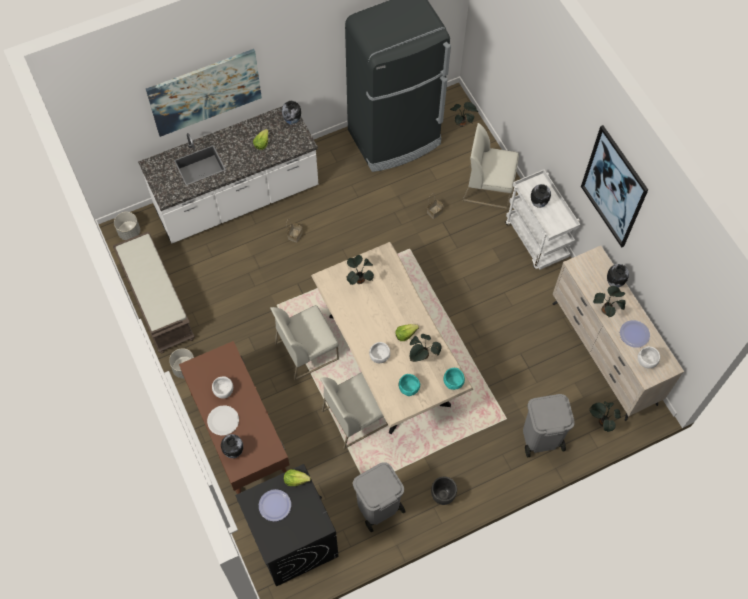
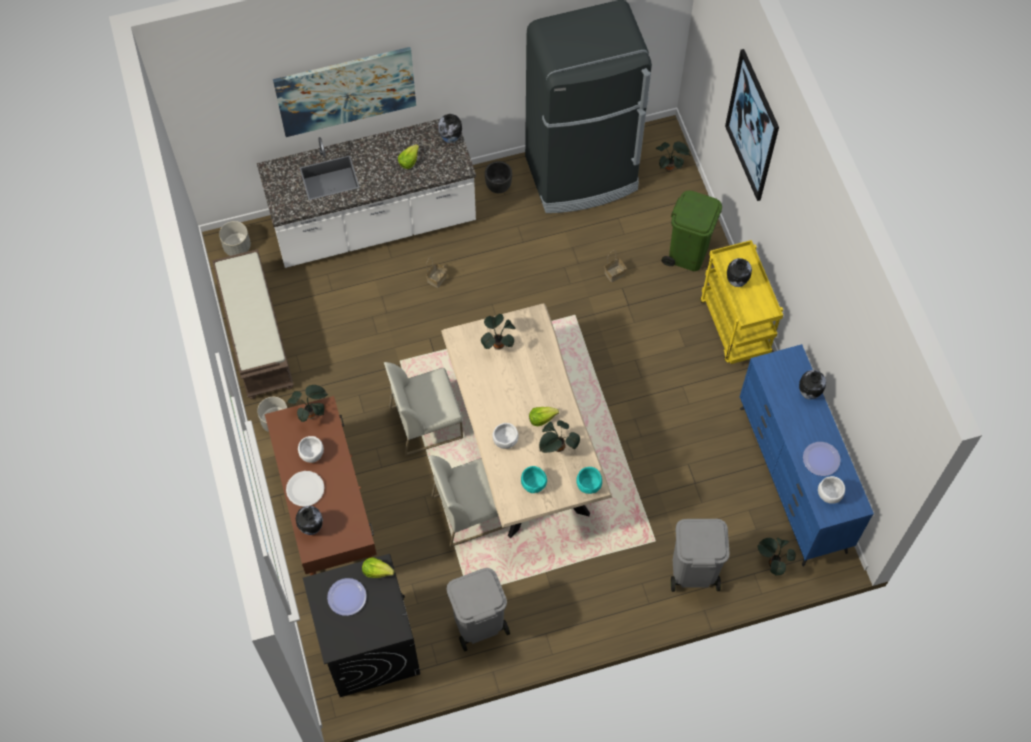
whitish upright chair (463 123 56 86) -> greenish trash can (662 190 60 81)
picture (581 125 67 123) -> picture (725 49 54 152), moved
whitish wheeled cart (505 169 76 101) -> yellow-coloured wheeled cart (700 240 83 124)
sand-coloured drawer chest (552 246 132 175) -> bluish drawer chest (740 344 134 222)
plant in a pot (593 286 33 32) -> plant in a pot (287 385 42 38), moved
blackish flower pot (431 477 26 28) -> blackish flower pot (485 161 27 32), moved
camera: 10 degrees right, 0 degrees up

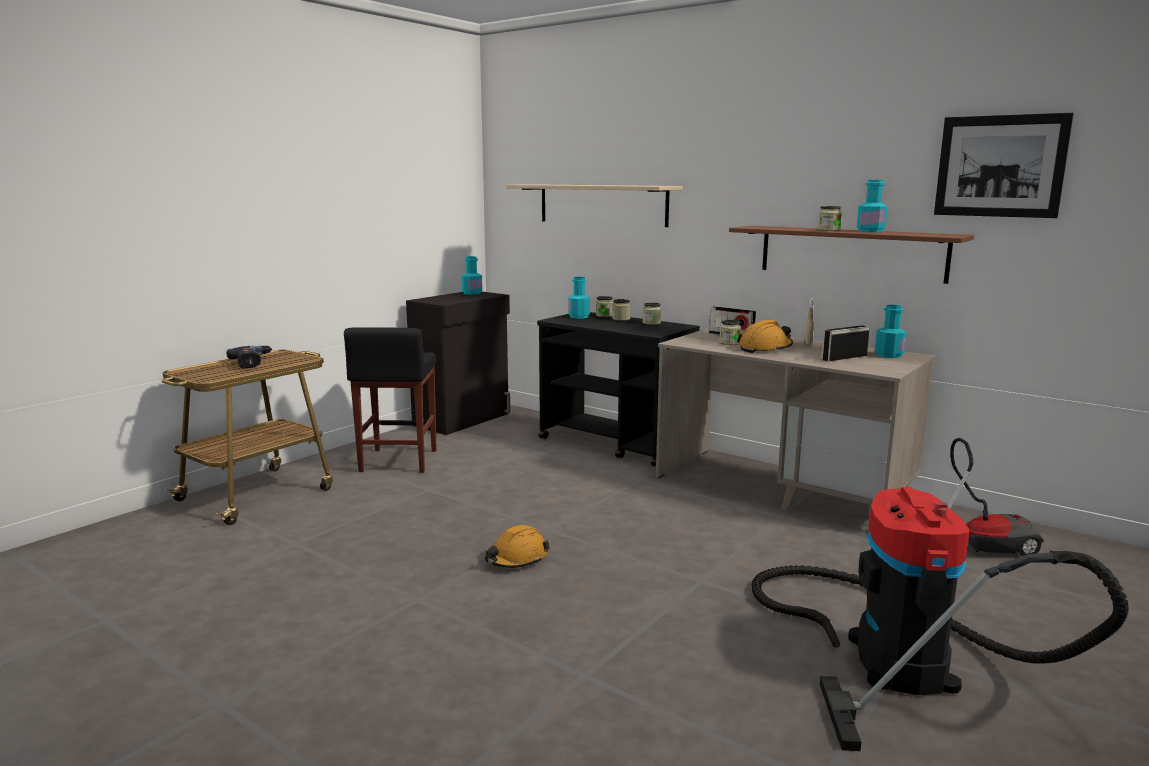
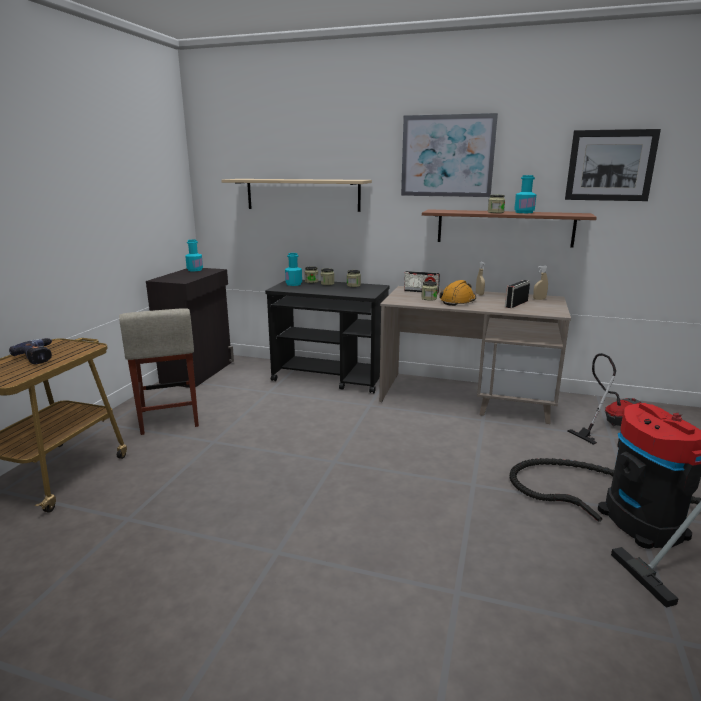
turquoise drink bottle (875 305 32 53) -> sand-coloured sprayer (533 266 15 34)
blackish stool (344 327 93 146) -> sand-coloured stool (119 308 80 127)
orange-coloured hard hat (485 525 65 43) -> none
none -> picture (401 113 97 84)
camera: 20 degrees left, 5 degrees up

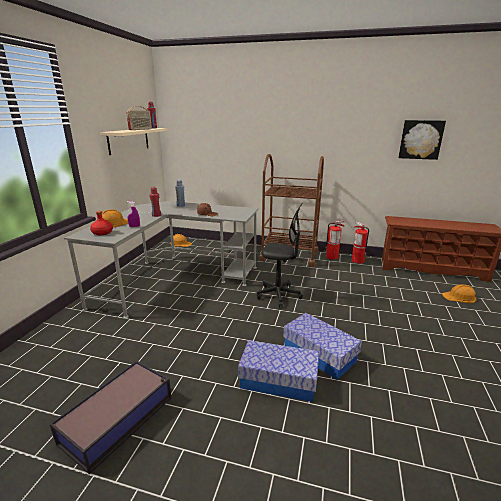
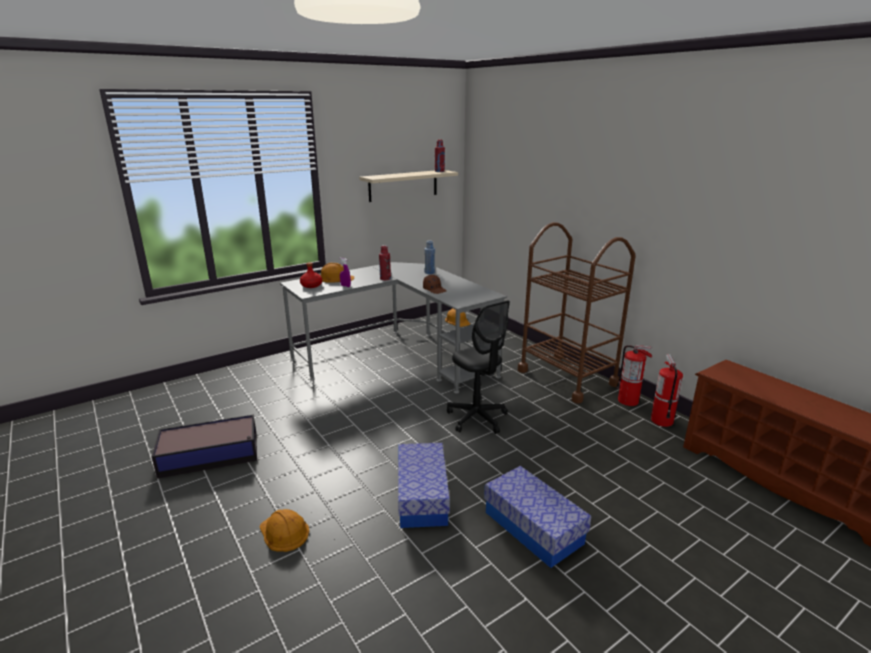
radio receiver (126 106 26 24) -> none
picture (398 120 48 40) -> none
orange-coloured hard hat (442 285 34 18) -> orange-coloured hard hat (259 509 50 43), moved
storage box (238 340 81 62) -> storage box (484 466 107 102), moved
camera: 40 degrees right, 0 degrees up

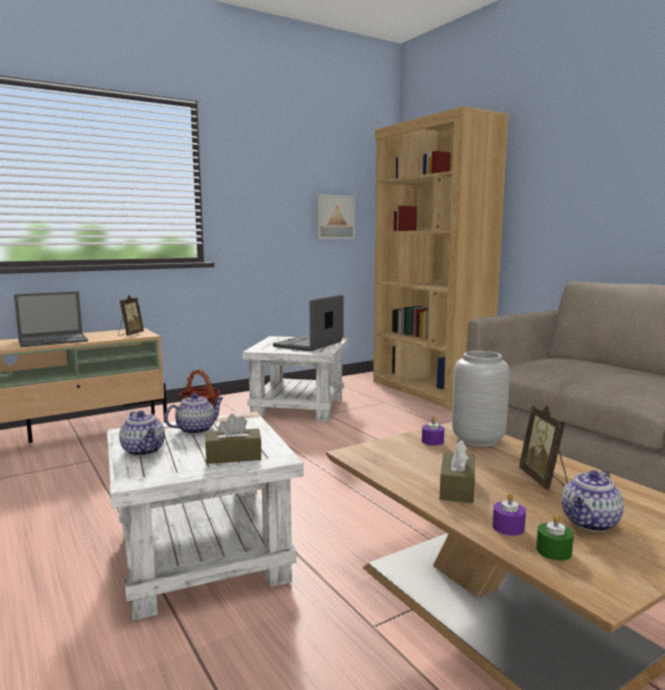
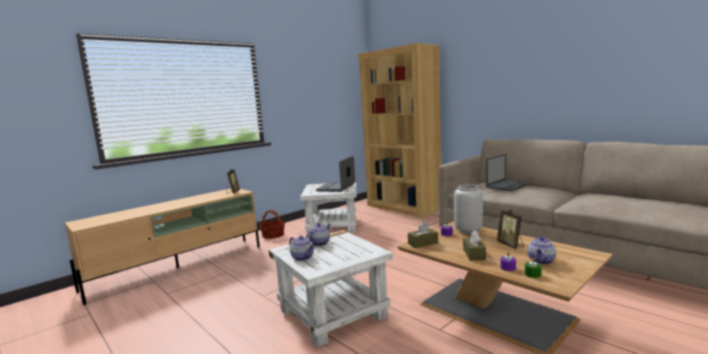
picture (316 194 39 45) -> none
portable computer (14 291 74 56) -> portable computer (486 154 45 37), moved
brown box of tissues (205 414 57 50) -> brown box of tissues (408 222 30 26), moved
camera: 10 degrees left, 0 degrees up

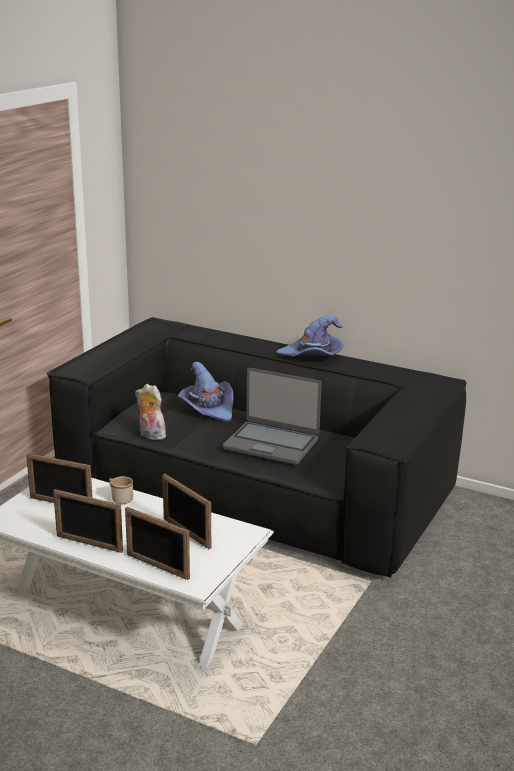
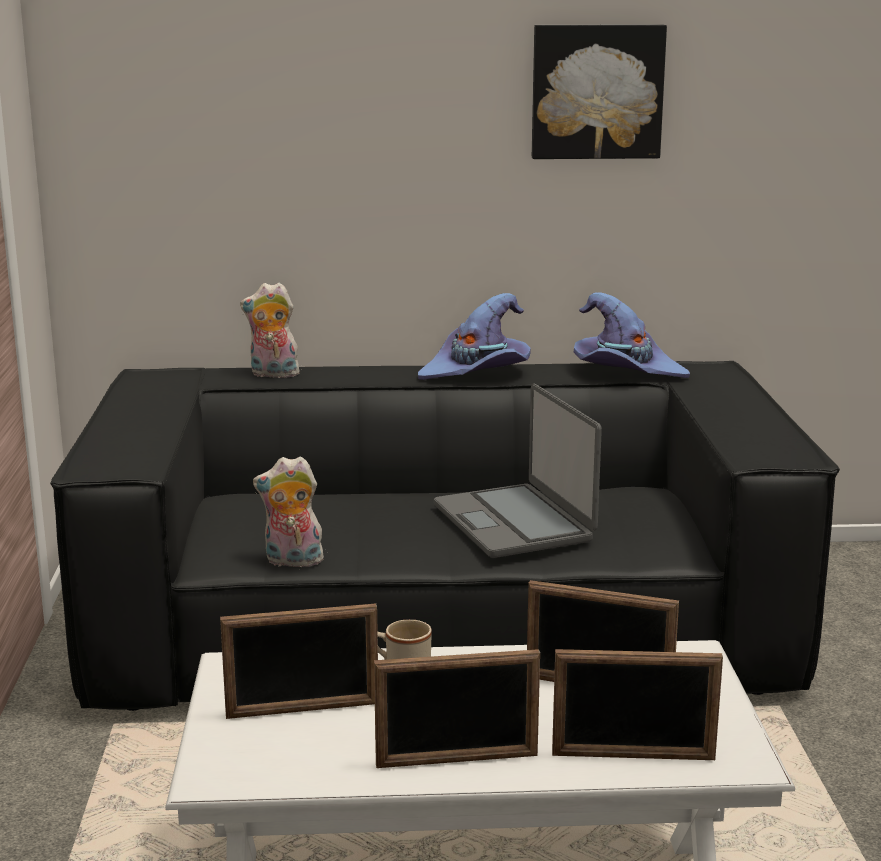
purple-coloured hat (177 362 57 60) -> purple-coloured hat (574 293 116 85), moved
portable computer (223 368 99 97) -> portable computer (434 384 168 174), 75 degrees clockwise
none -> picture (532 24 135 135)
none -> soft toy (240 283 60 95)
camera: 30 degrees left, 5 degrees down

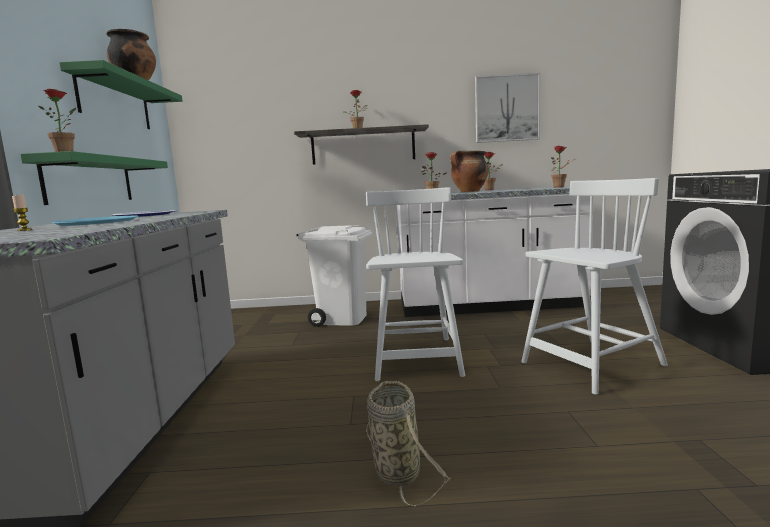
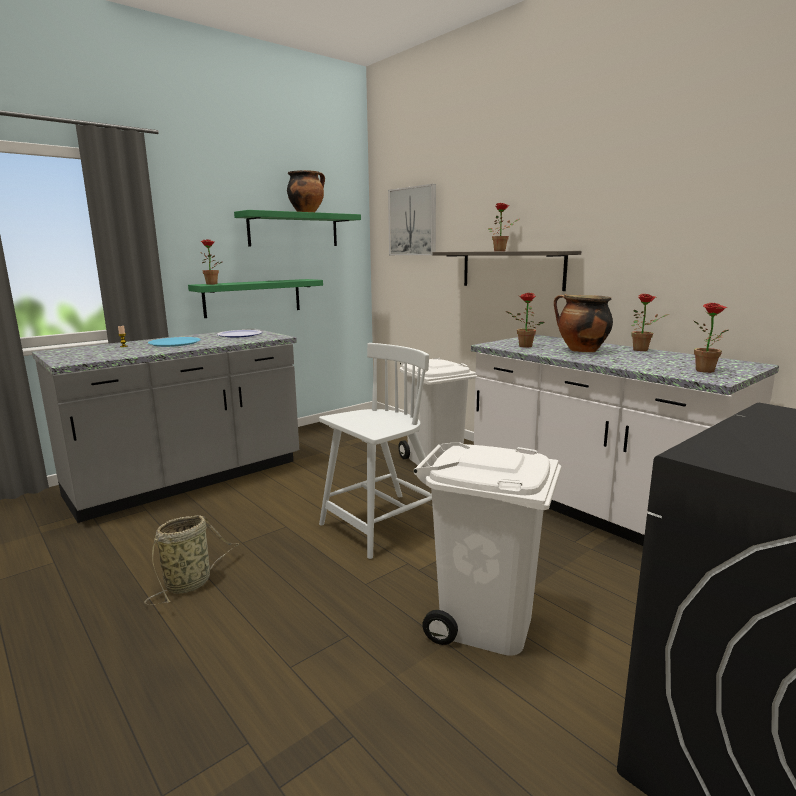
picture (475 73 65 70) -> picture (388 184 48 71), moved
whitish upright chair (521 178 147 217) -> whitish trash can (413 442 148 214)
camera: 50 degrees right, 5 degrees up

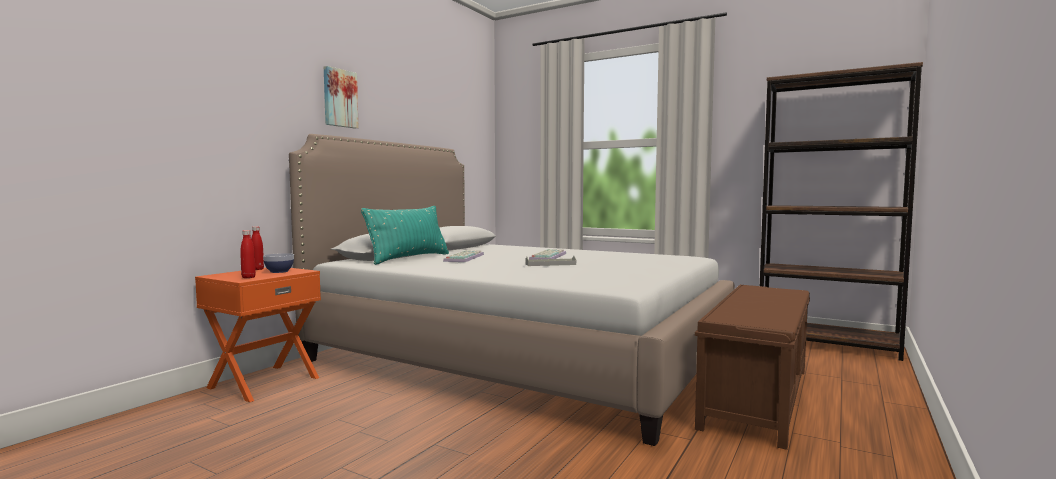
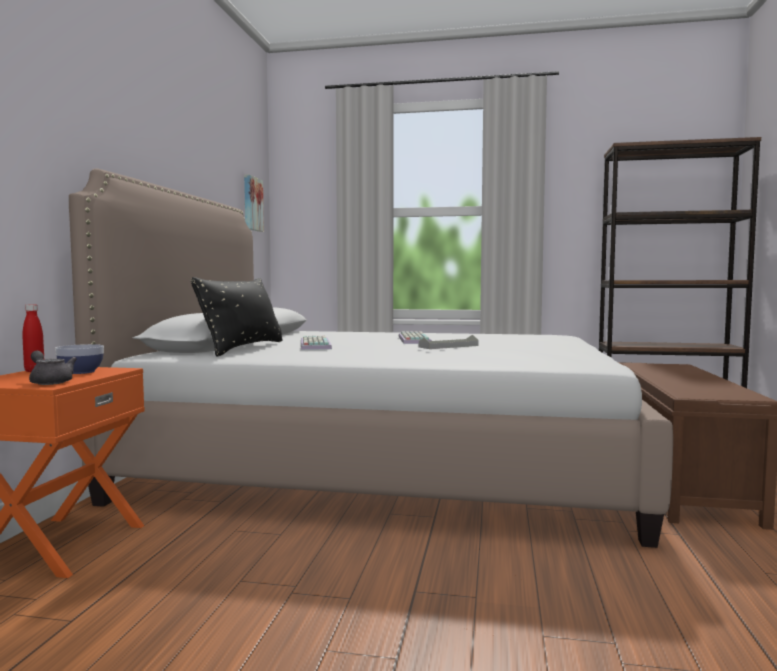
picture (324 66 35 62) -> picture (244 174 20 58), moved
turquoise cushion (361 206 88 59) -> blackish cushion (191 277 91 79)
red drink bottle (240 230 16 48) -> grey tea pot (29 350 48 35)
camera: 20 degrees left, 0 degrees up

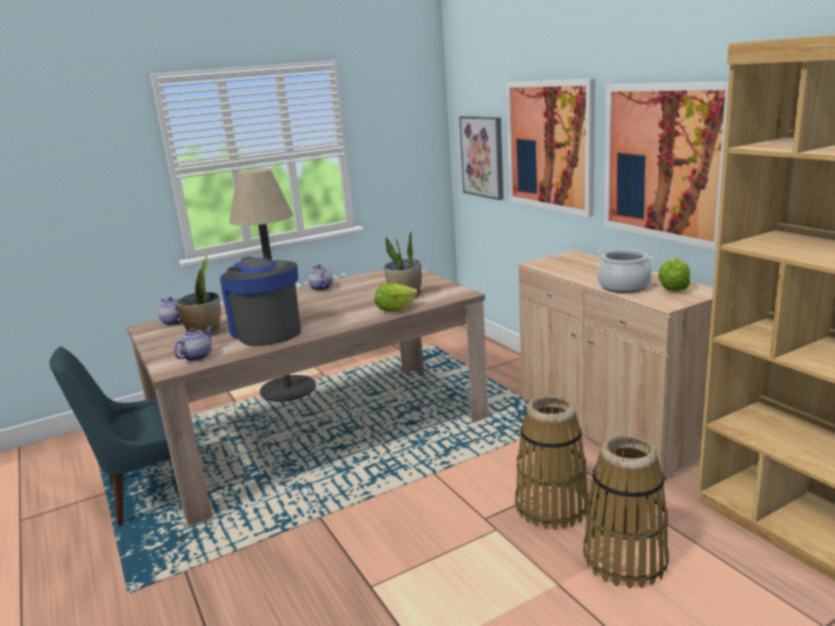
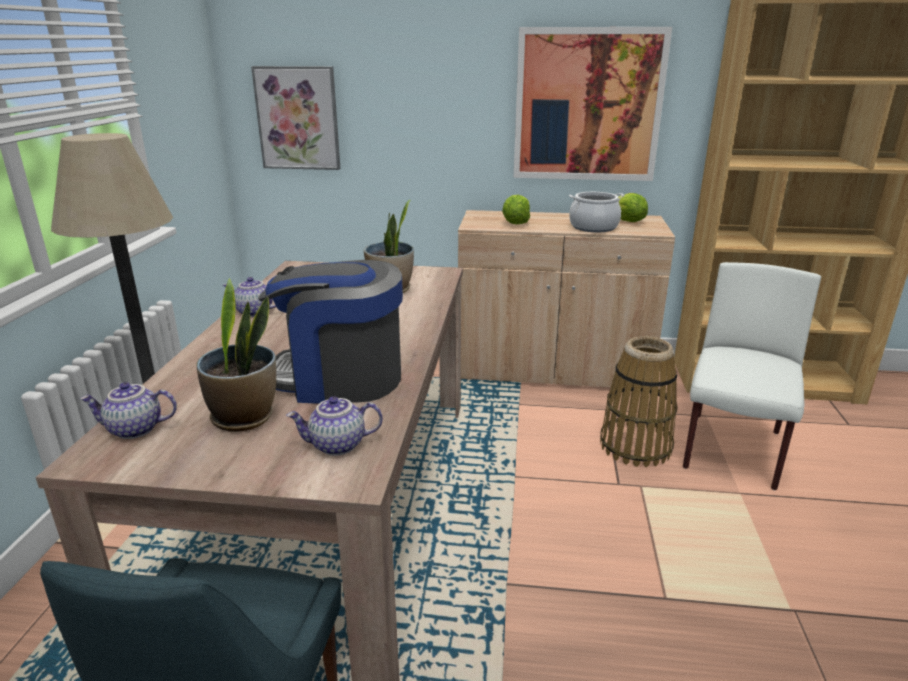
picture (506 79 89 138) -> none
head of lettuce (375 283 43 29) -> head of lettuce (502 195 28 29), moved
tea pot (173 327 39 34) -> tea pot (286 396 97 60), 75 degrees counterclockwise
storage basket (583 435 86 153) -> whitish upright chair (683 262 138 228)
camera: 55 degrees left, 5 degrees up

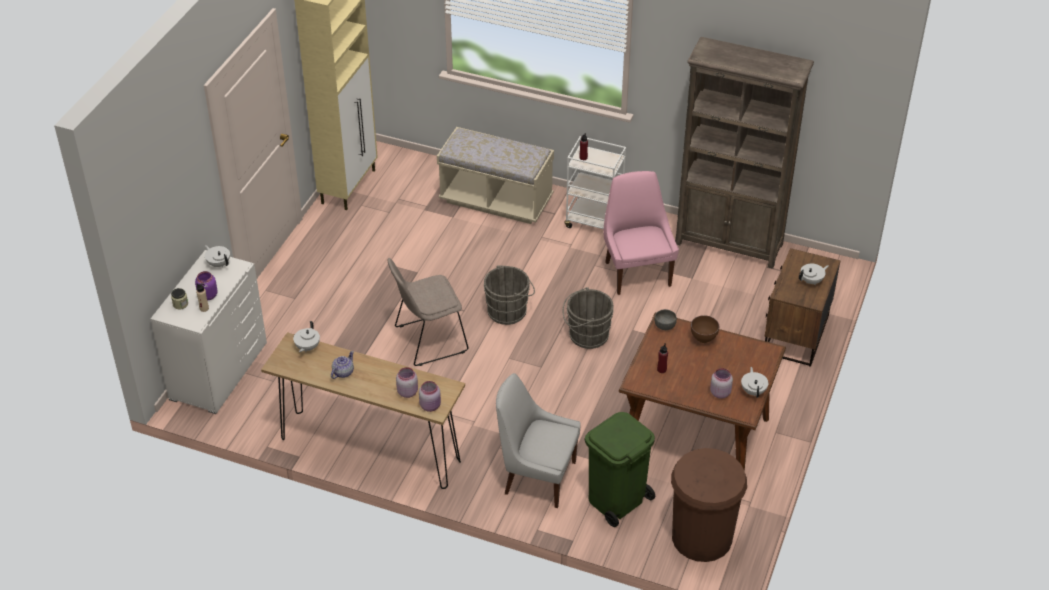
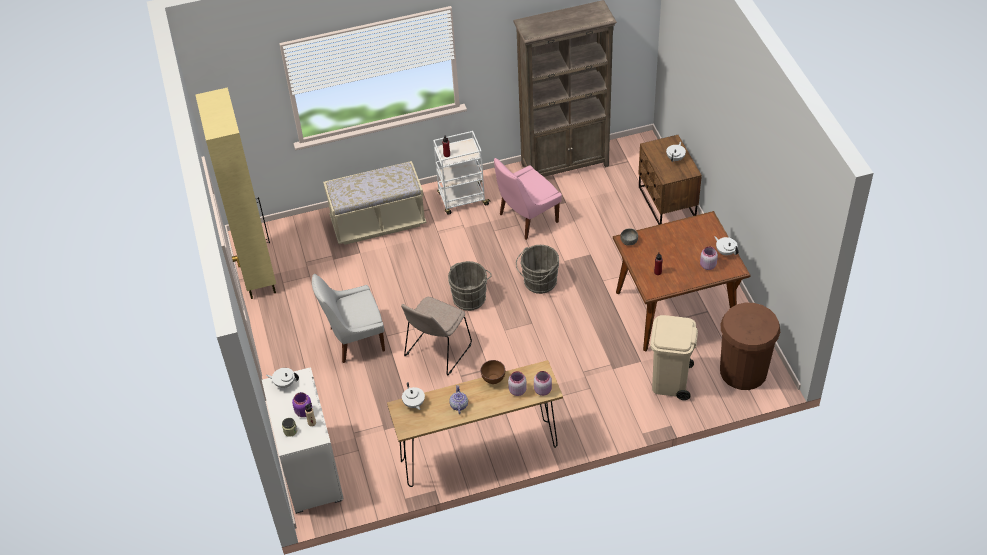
pink-coloured upright chair (604 171 75 124) -> pink-coloured upright chair (494 158 68 82), 75 degrees counterclockwise
brown bowl (691 315 28 28) -> brown bowl (481 360 24 24), moved
whitish upright chair (496 373 84 135) -> whitish upright chair (312 274 73 89), moved
greenish trash can (585 412 70 115) -> sand-coloured trash can (650 315 48 85)
camera: 35 degrees left, 5 degrees up

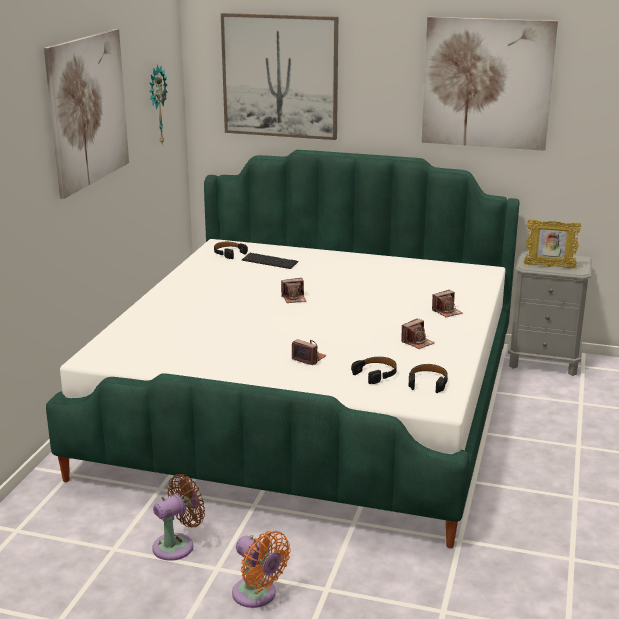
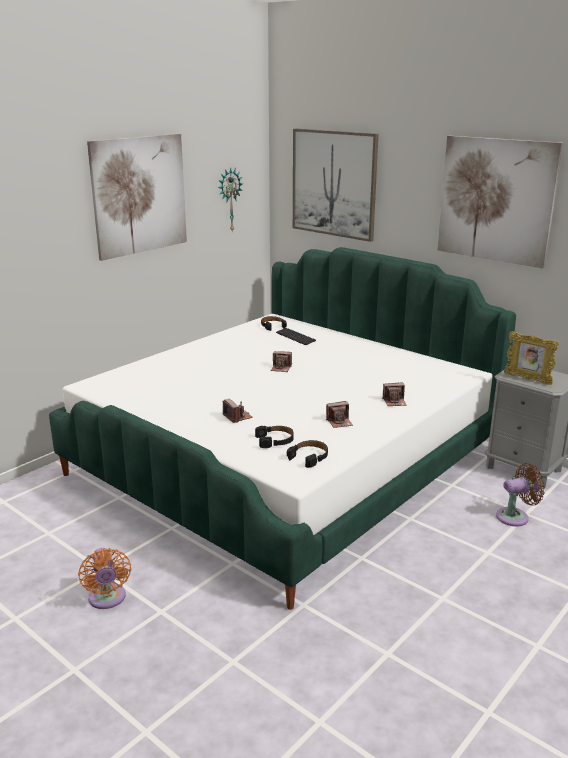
brown electric fan (152 474 53 87) -> brown electric fan (496 463 49 64), moved
camera: 25 degrees right, 0 degrees up

